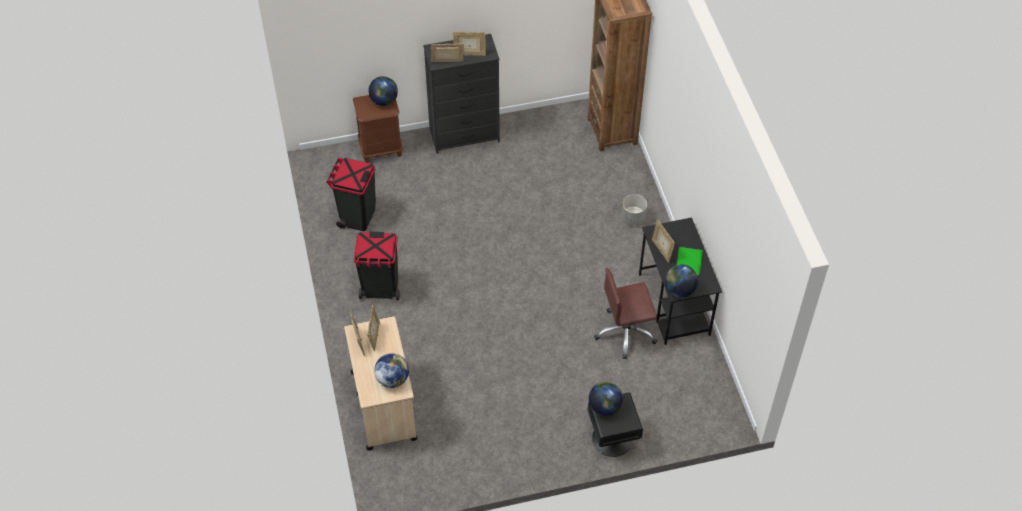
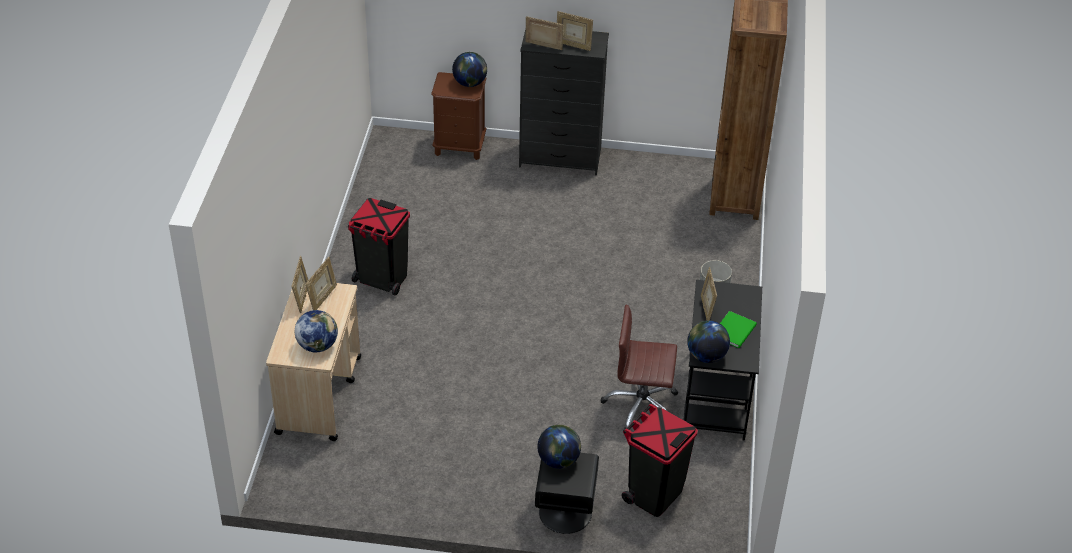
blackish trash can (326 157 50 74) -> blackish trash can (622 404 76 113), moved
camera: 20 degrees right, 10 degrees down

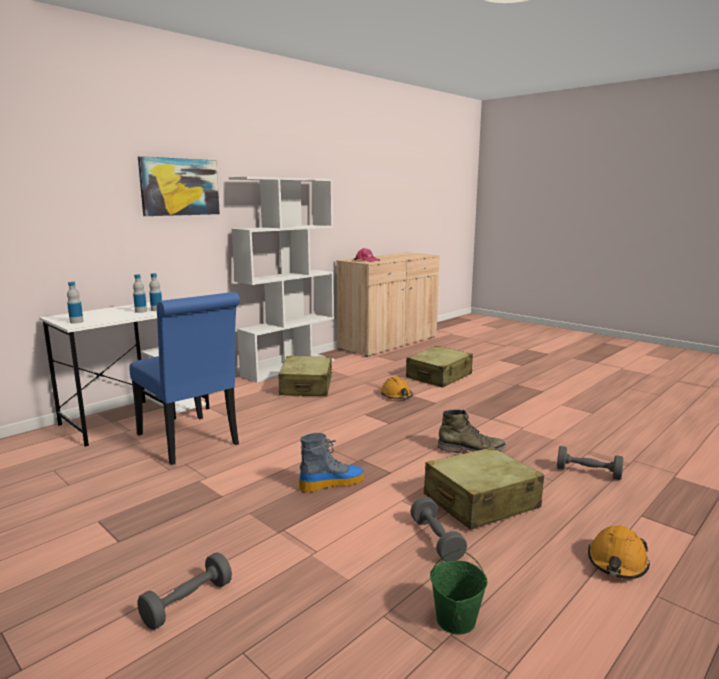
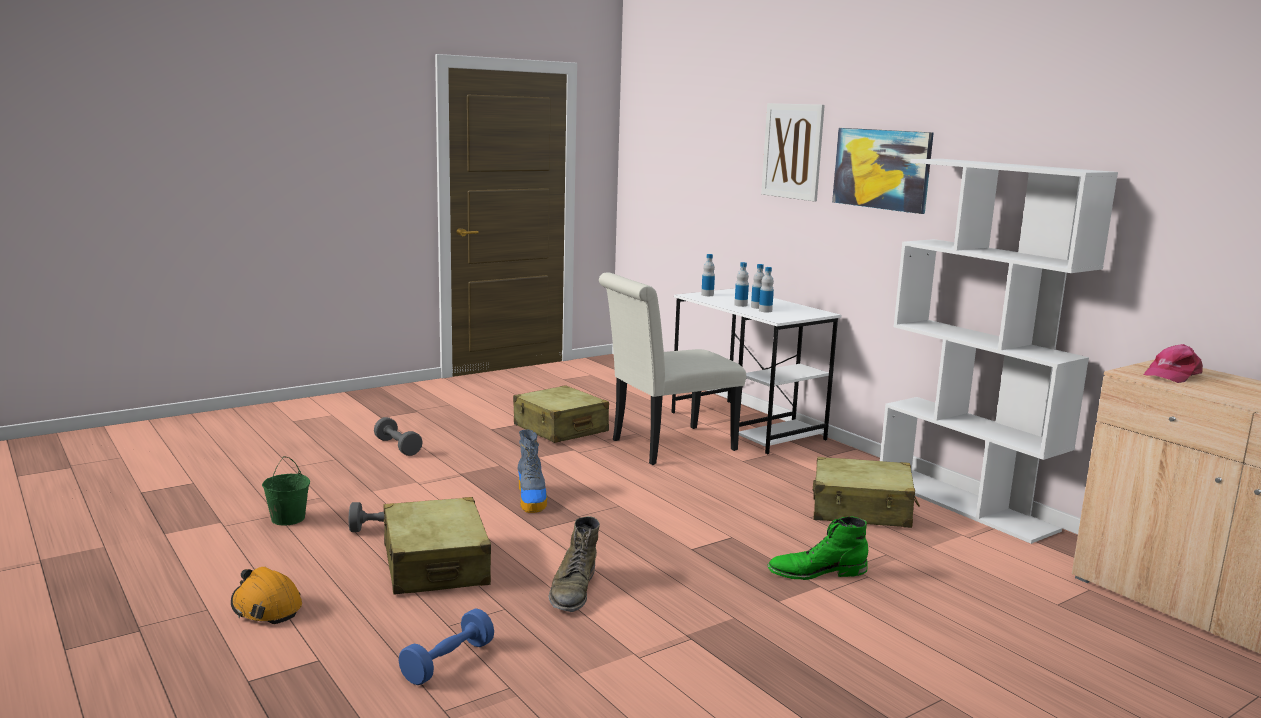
bluish upright chair (129 292 111 173) -> whitish upright chair (599 273 147 192)
sand-coloured suitcase (406 346 67 42) -> sand-coloured suitcase (513 385 96 58), moved
orange-coloured hard hat (381 377 32 22) -> greenish tall boot (768 516 100 64)
grey dumbbell (557 446 66 34) -> bluish dumbbell (399 609 95 76)
none -> picture (761 103 64 99)
none -> drink bottle (734 262 15 45)
camera: 100 degrees right, 0 degrees up

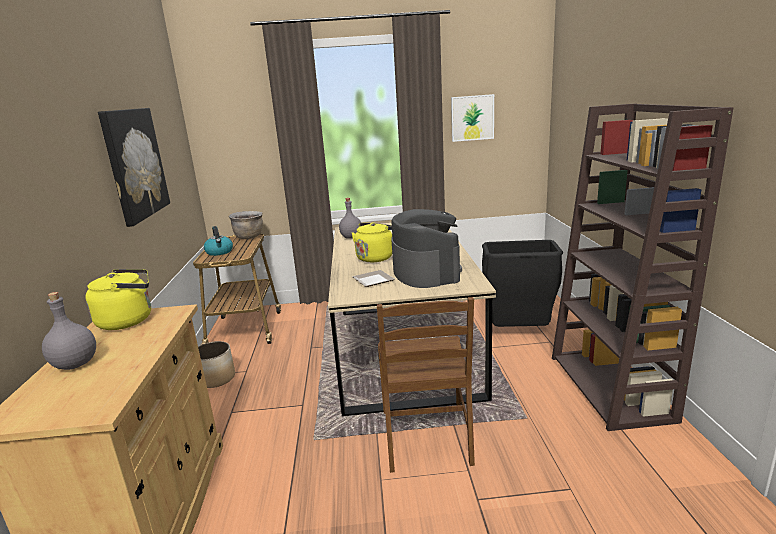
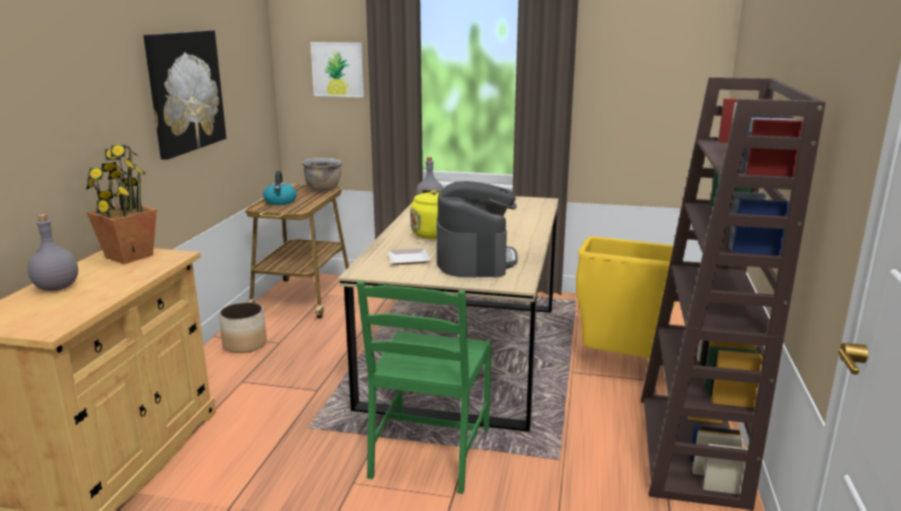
picture (451 94 43 48) -> picture (311 42 53 55), moved
blackish trash can (482 240 81 87) -> yellow-coloured trash can (576 237 101 121)
yellow-coloured water kettle (85 269 66 61) -> plant in a pot (86 145 71 119)
brown upright chair (377 297 98 176) -> greenish upright chair (357 281 134 213)
camera: 15 degrees right, 0 degrees up

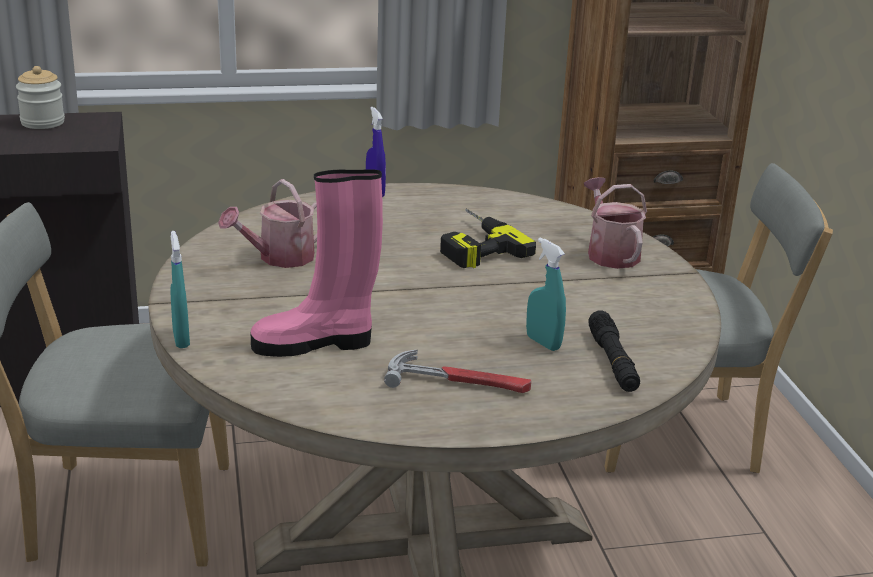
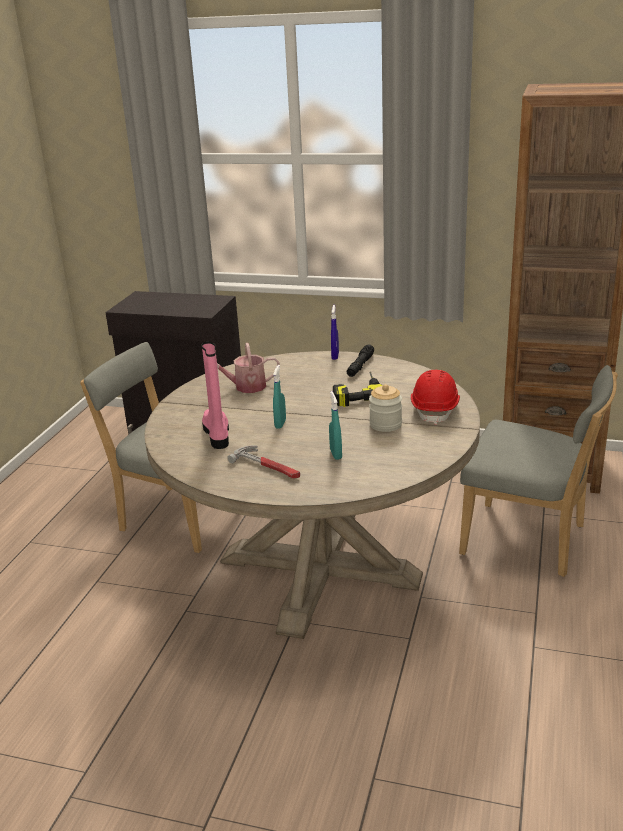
storage jar (16 66 49 63) -> storage jar (369 384 33 48), moved
pink-coloured tall boot (251 169 132 188) -> pink-coloured tall boot (201 341 28 108), 60 degrees clockwise
watering pot (584 177 63 92) -> red hard hat (411 370 49 55)
turquoise sprayer (171 231 19 117) -> turquoise sprayer (273 365 13 64), moved
blackish torch (588 310 52 82) -> blackish torch (347 344 27 33), moved
camera: 30 degrees right, 0 degrees up

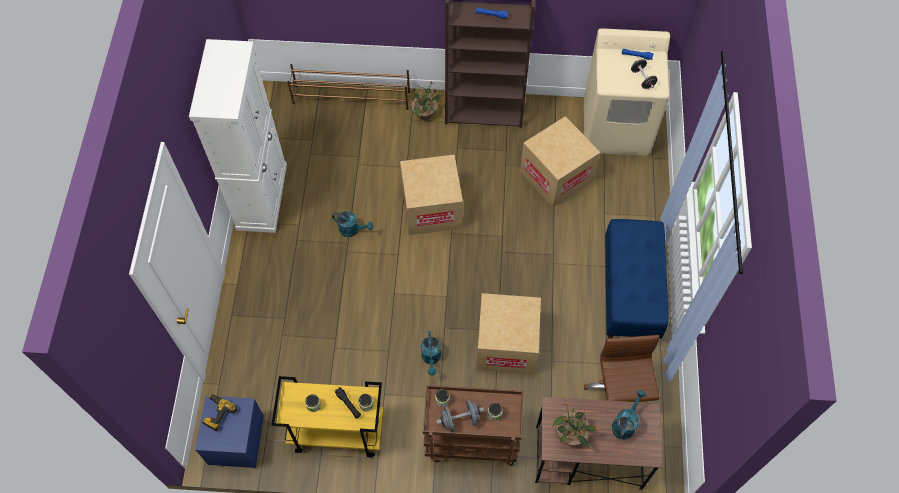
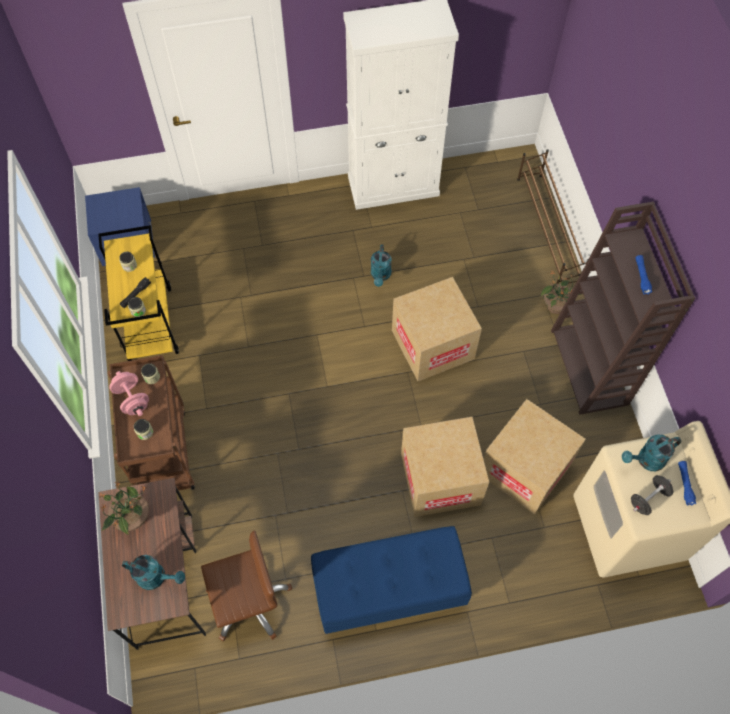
cardboard box (476 293 65 81) -> cardboard box (401 417 88 100), moved
turquoise watering pot (421 331 20 44) -> turquoise watering pot (622 435 59 36), moved
electric drill (202 394 35 38) -> none
grey dumbbell (436 400 48 32) -> pink-coloured dumbbell (109 371 40 45)
camera: 75 degrees right, 0 degrees up

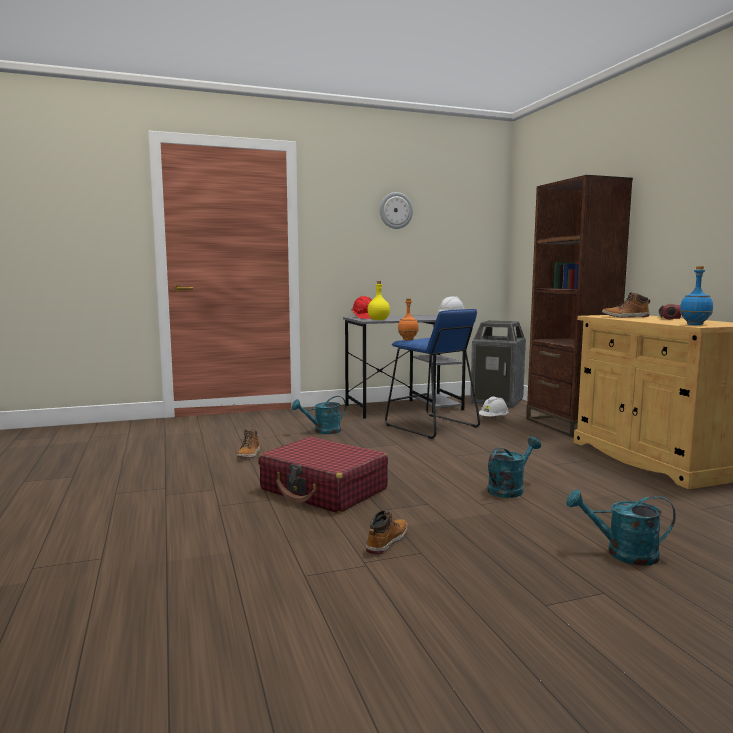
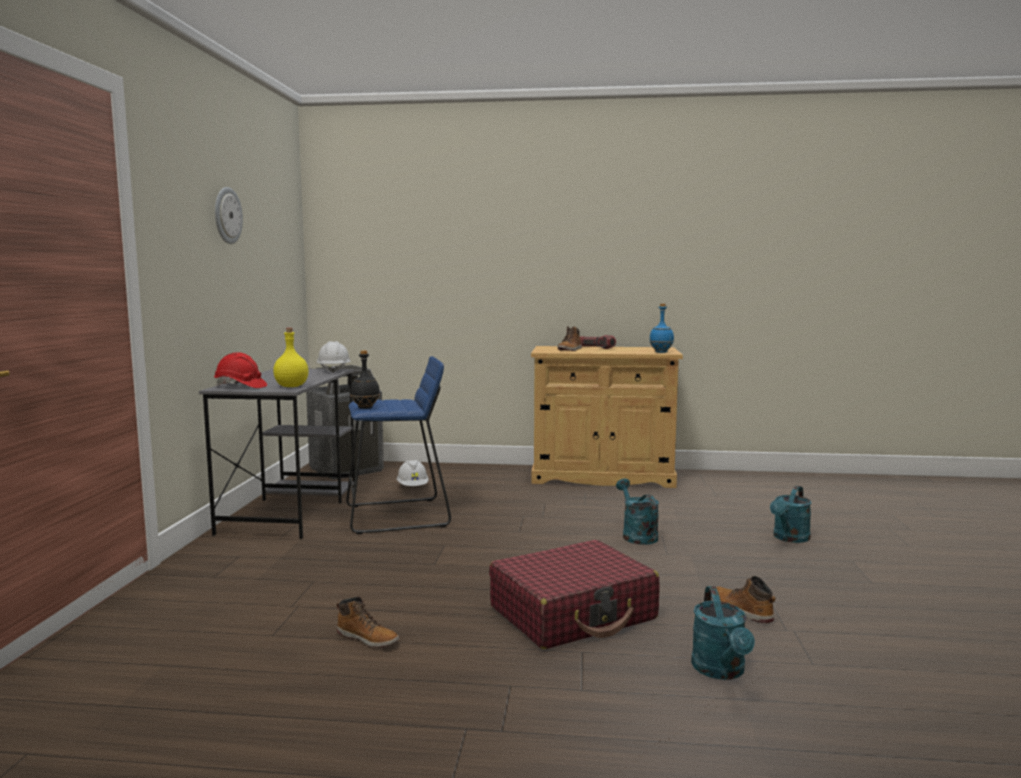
brown shelving unit (526 175 107 262) -> none
orange-coloured drink bottle (398 298 21 42) -> blackish drink bottle (350 350 30 59)
turquoise watering pot (292 396 54 38) -> turquoise watering pot (691 586 64 94), moved
camera: 65 degrees left, 0 degrees up

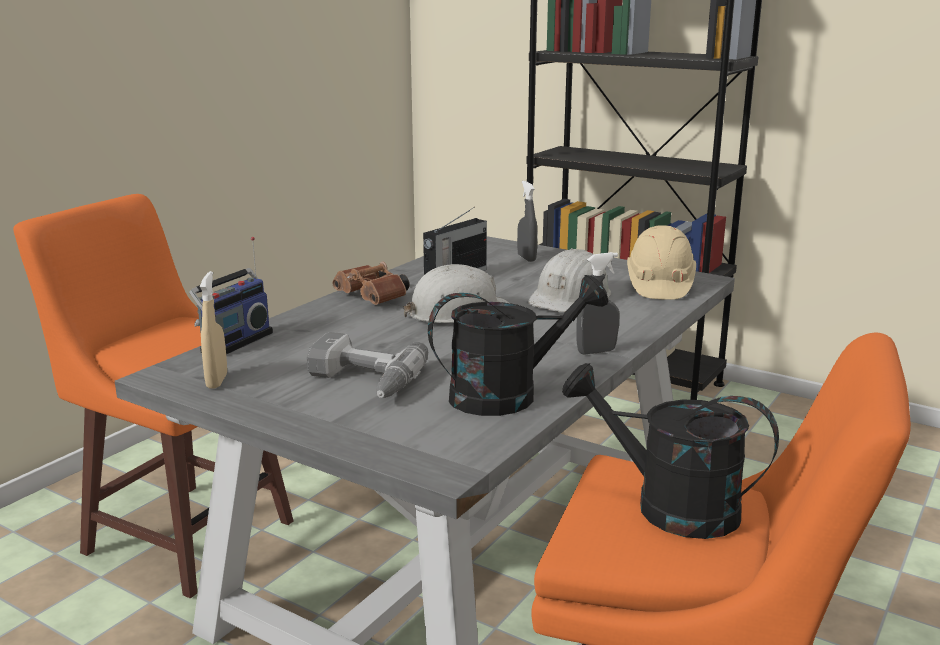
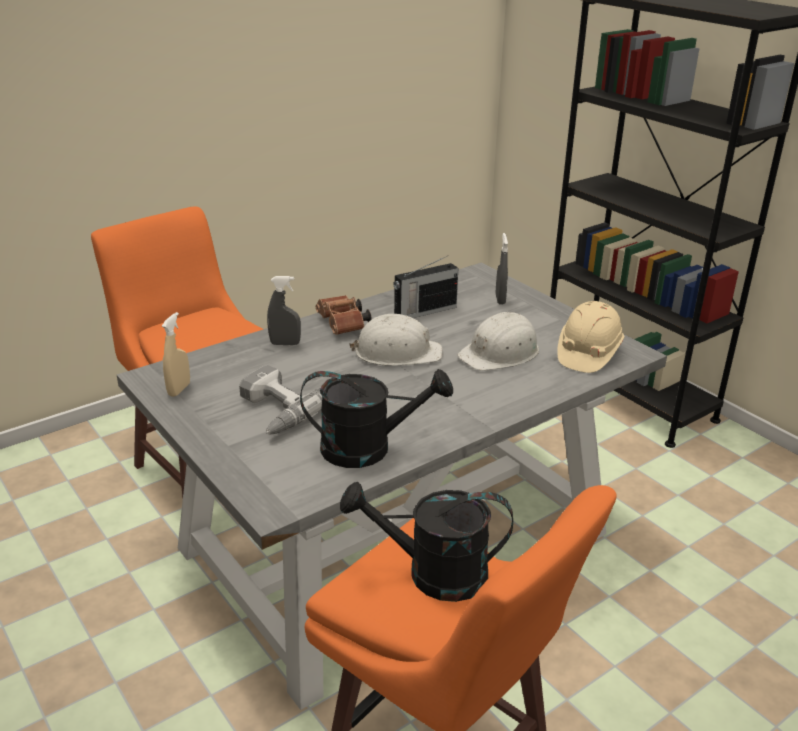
radio receiver (189 237 84 117) -> none
grey sprayer (576 252 44 103) -> grey sprayer (267 276 34 69), moved
blackish watering pot (562 363 217 176) -> blackish watering pot (340 482 173 120), 45 degrees counterclockwise
camera: 20 degrees right, 10 degrees up

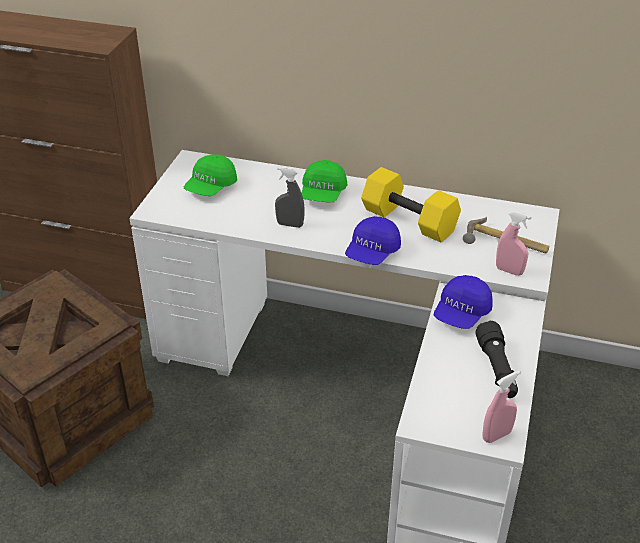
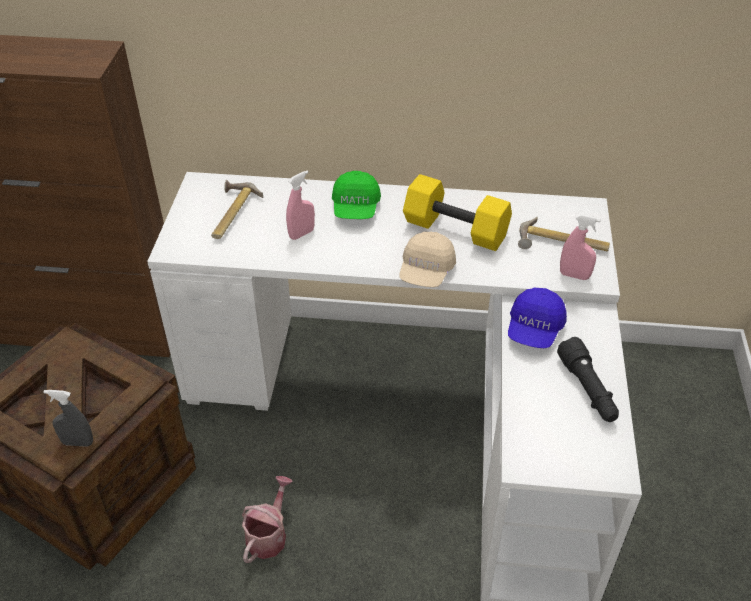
greenish baseball cap (184 154 53 42) -> hand hammer (211 180 52 59)
grey sprayer (275 167 30 61) -> grey sprayer (43 390 50 57), moved
bluish baseball cap (345 216 56 49) -> sand-coloured baseball cap (399 232 57 55)
pink-coloured sprayer (482 371 39 72) -> pink-coloured sprayer (286 171 29 69), moved
none -> watering pot (242 476 51 87)
camera: 10 degrees left, 5 degrees up

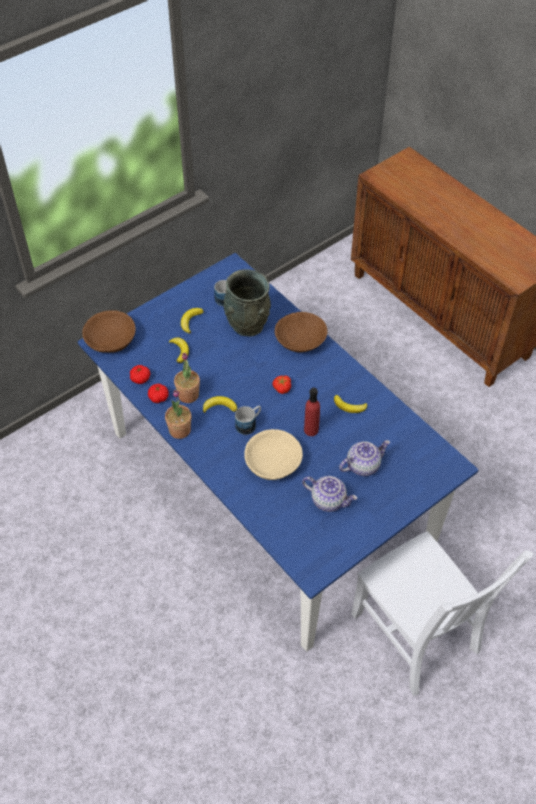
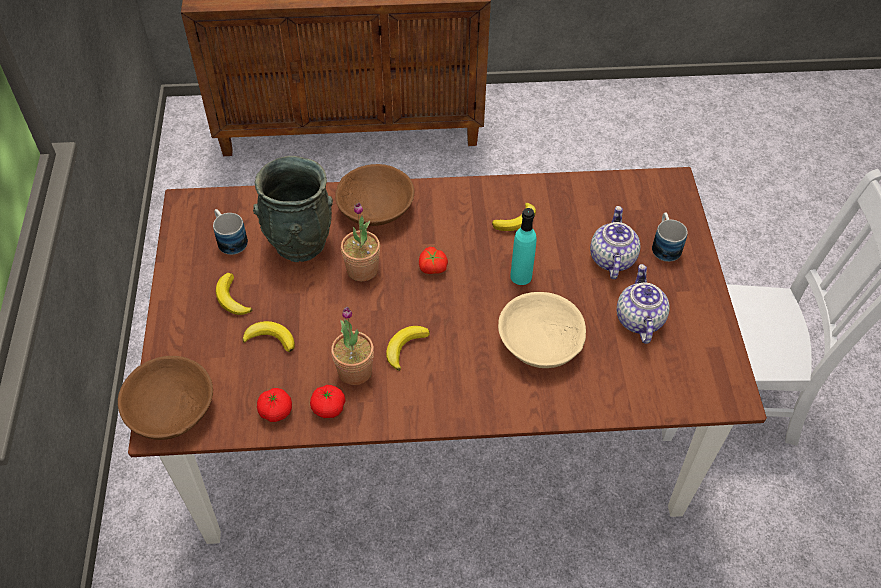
bluish dinner table (78 253 400 398) -> brown dinner table (128 167 639 377)
red drink bottle (304 388 16 48) -> turquoise drink bottle (510 208 27 77)
plant in a pot (165 390 26 49) -> plant in a pot (341 203 39 78), moved
mug (235 406 26 29) -> mug (652 212 36 50), moved
tea pot (302 476 55 36) -> tea pot (617 264 53 80), 60 degrees counterclockwise
camera: 55 degrees left, 0 degrees up

